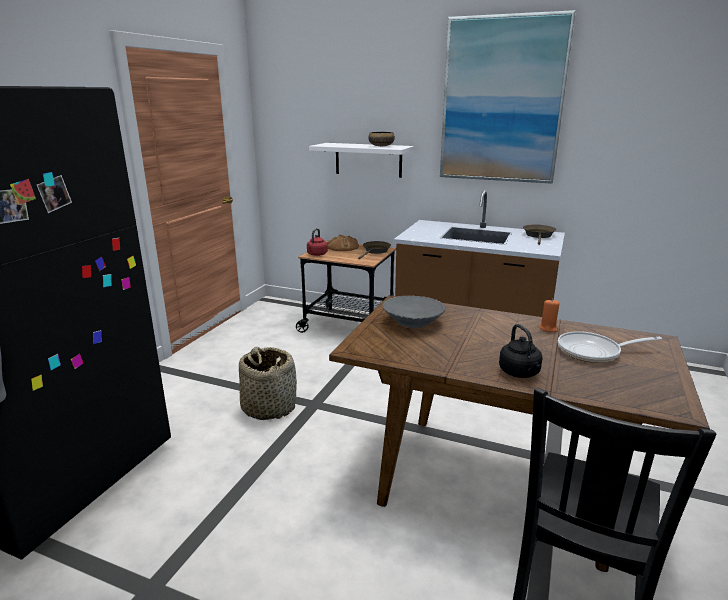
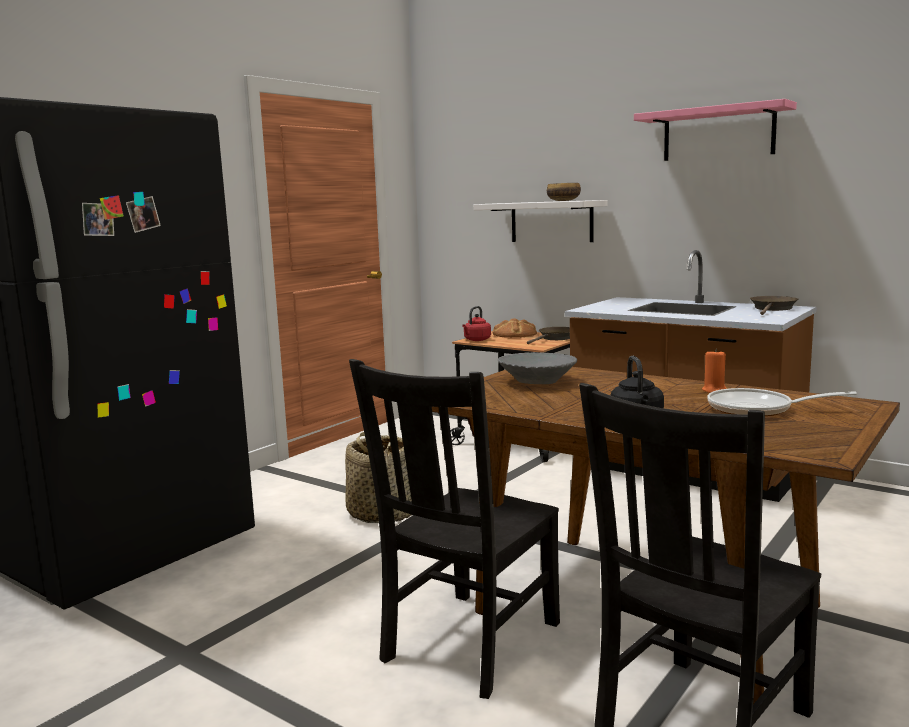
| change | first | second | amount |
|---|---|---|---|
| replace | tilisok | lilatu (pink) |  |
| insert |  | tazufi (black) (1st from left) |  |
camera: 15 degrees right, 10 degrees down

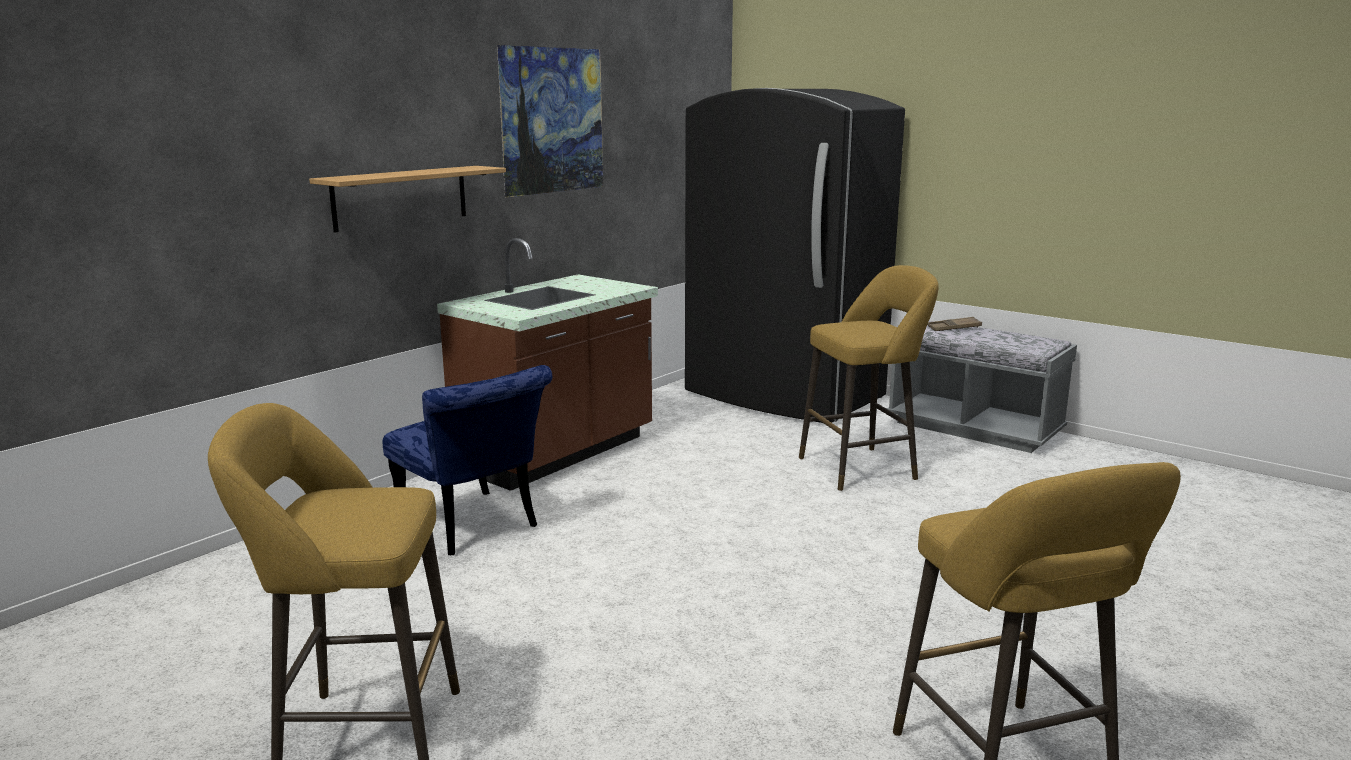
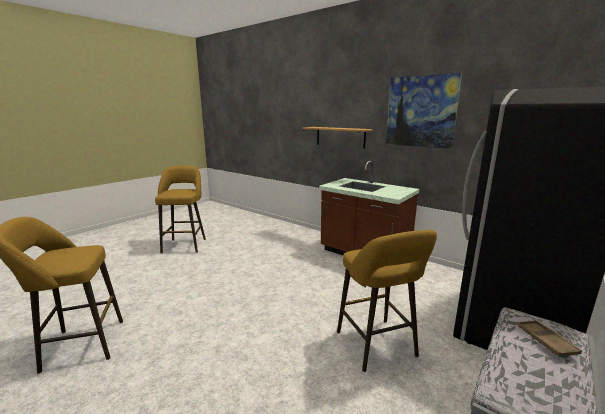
| change | first | second | amount |
|---|---|---|---|
| delete | tazufi (blue) |  |  |
camera: 90 degrees right, 0 degrees up

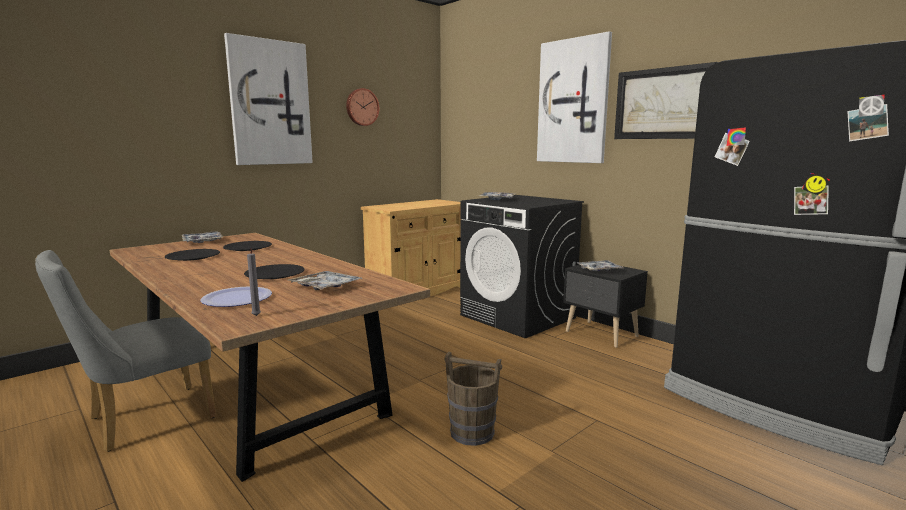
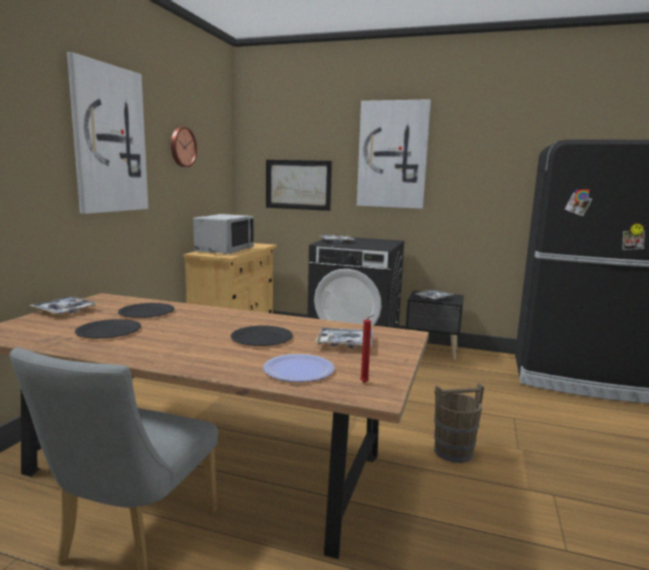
| change | first | second | amount |
|---|---|---|---|
| recolor | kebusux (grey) | kebusux (red) |  |
| move | tilisok (3rd from left in the first image) | tilisok (2nd from left) |  |
| insert |  | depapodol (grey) |  |
camera: 30 degrees left, 0 degrees up

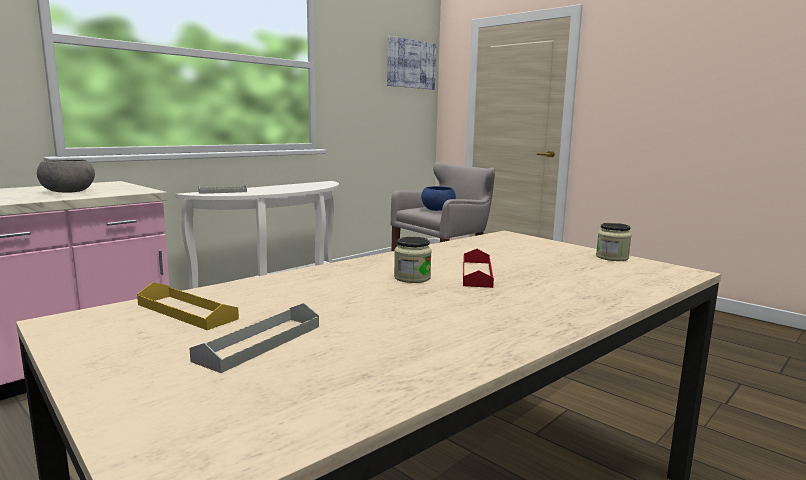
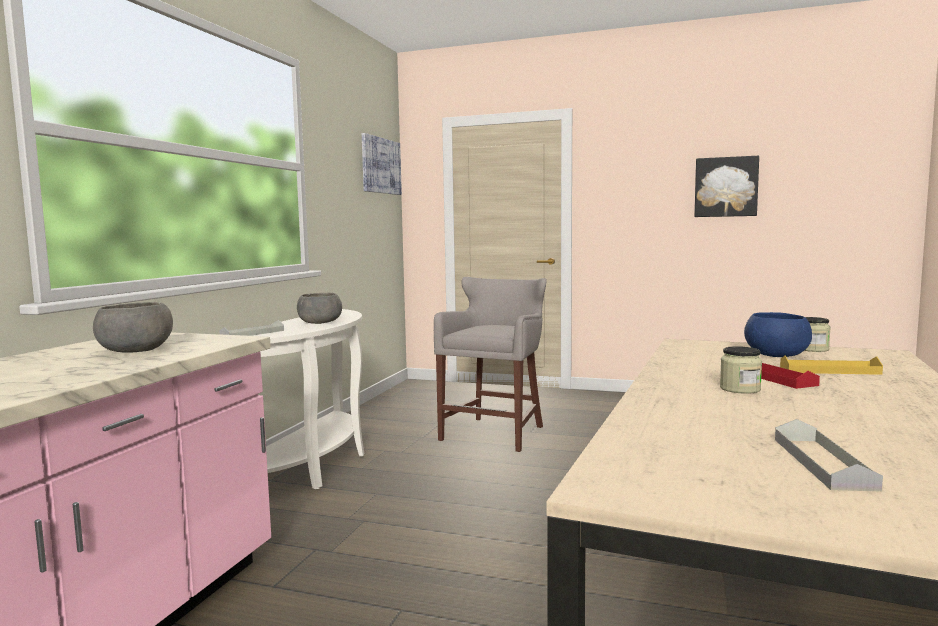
| change | first | second | amount |
|---|---|---|---|
| move | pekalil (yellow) |  |  |
| move | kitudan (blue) |  |  |
| insert |  | kitudan (grey) (2nd from left) |  |
| insert |  | tilisok (2nd from left) |  |
camera: 25 degrees left, 5 degrees down

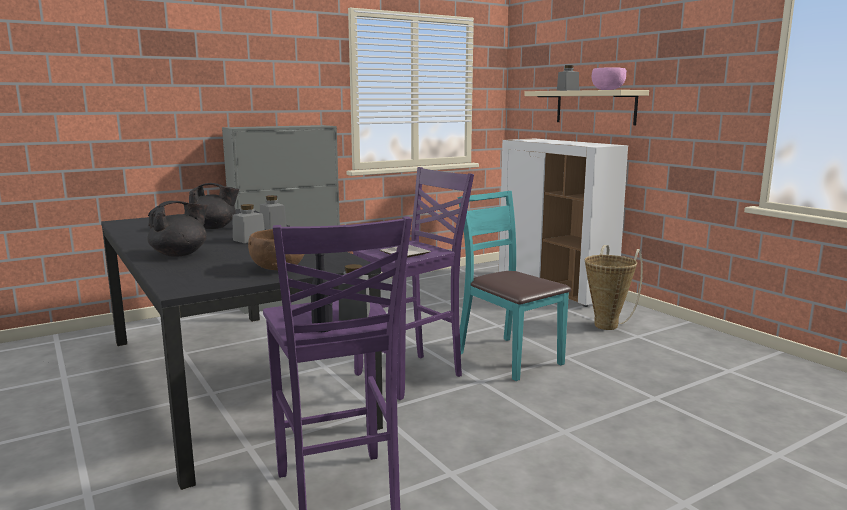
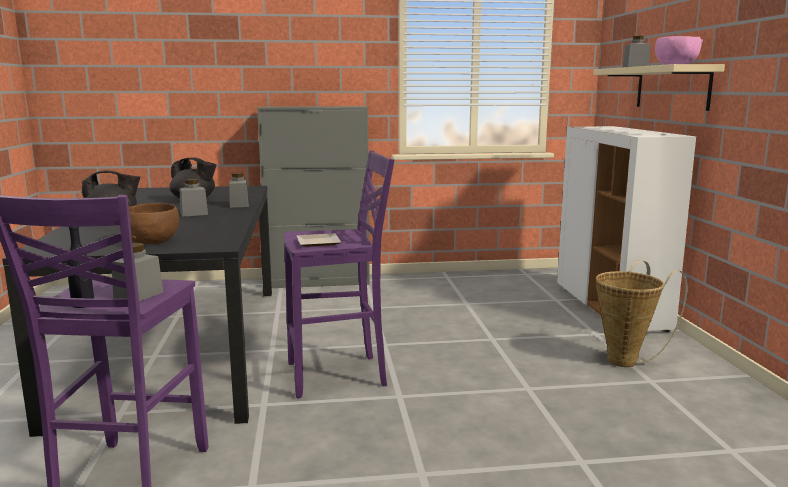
| change | first | second | amount |
|---|---|---|---|
| delete | tazufi (turquoise) |  |  |
camera: 25 degrees right, 0 degrees up

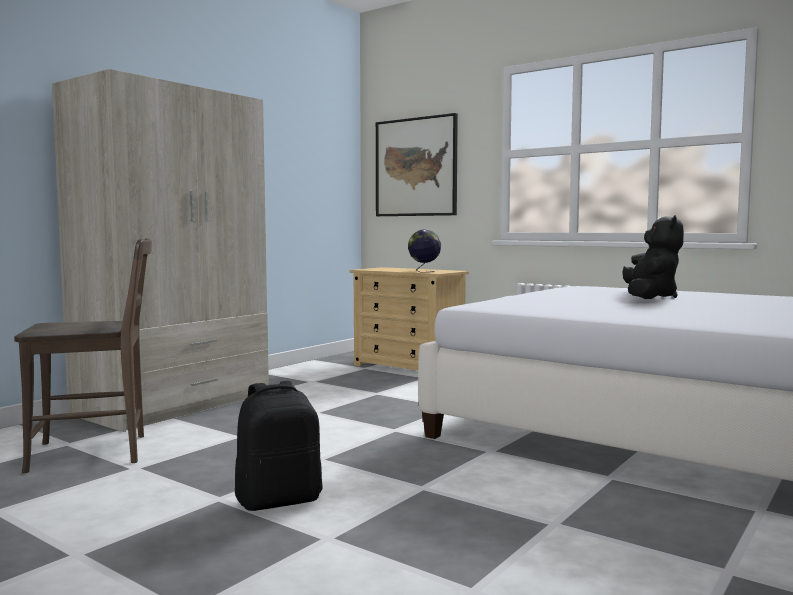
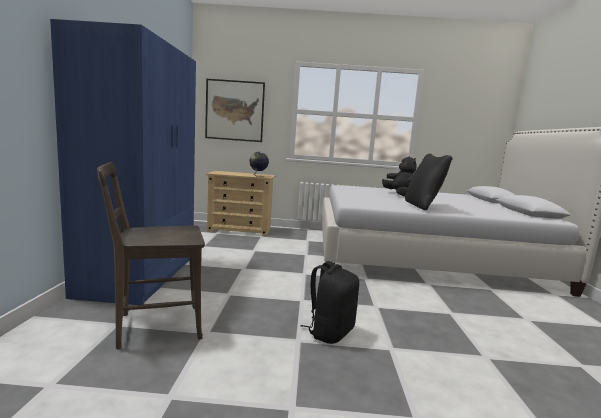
| change | first | second | amount |
|---|---|---|---|
| rotate | tazufi (brown) |  | 150 degrees counterclockwise |
| recolor | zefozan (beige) | zefozan (blue) |  |
| insert |  | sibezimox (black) |  |
camera: 35 degrees left, 5 degrees up

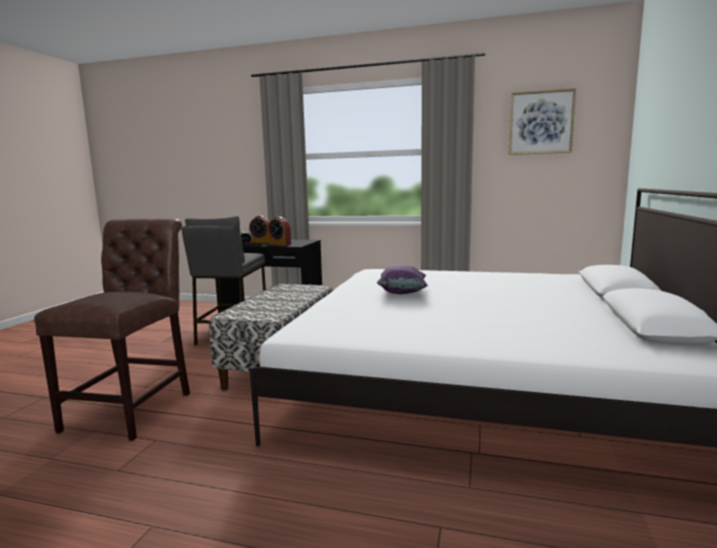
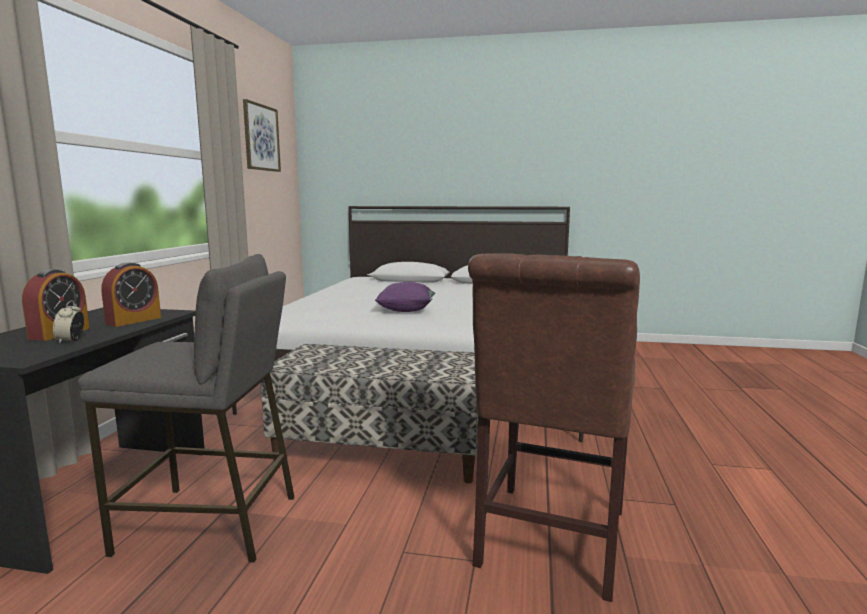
| change | first | second | amount |
|---|---|---|---|
| rotate | tazufi (brown) |  | 75 degrees counterclockwise |
camera: 95 degrees left, 0 degrees up

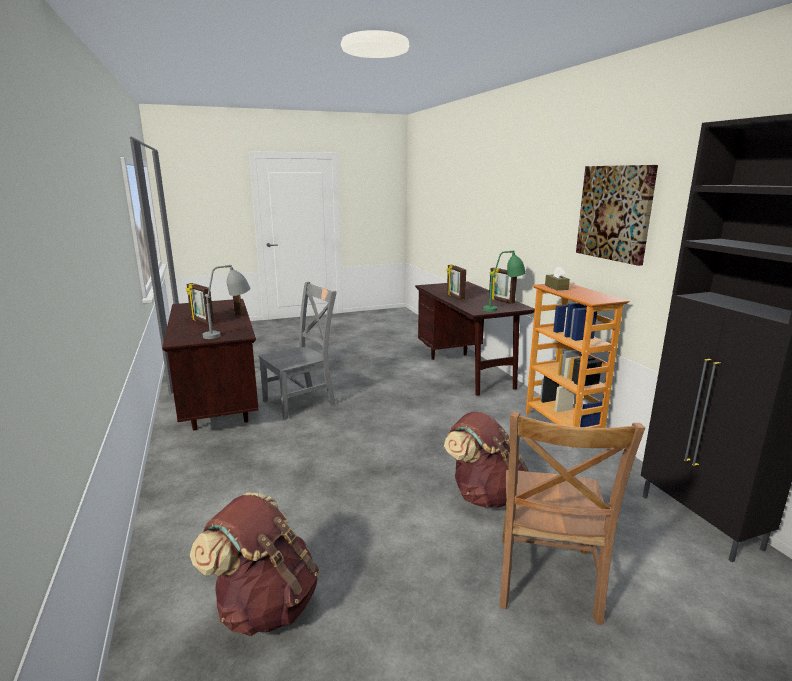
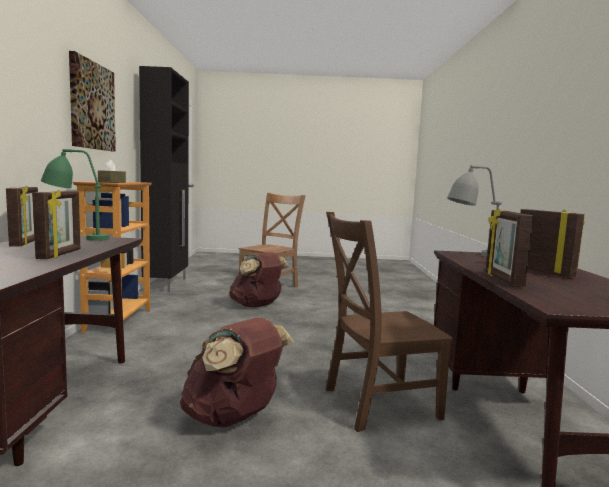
| change | first | second | amount |
|---|---|---|---|
| move | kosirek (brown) (1st from left) |  |  |
| recolor | tazufi (grey) | tazufi (brown) (2nd from left) |  |
camera: 160 degrees left, 10 degrees down

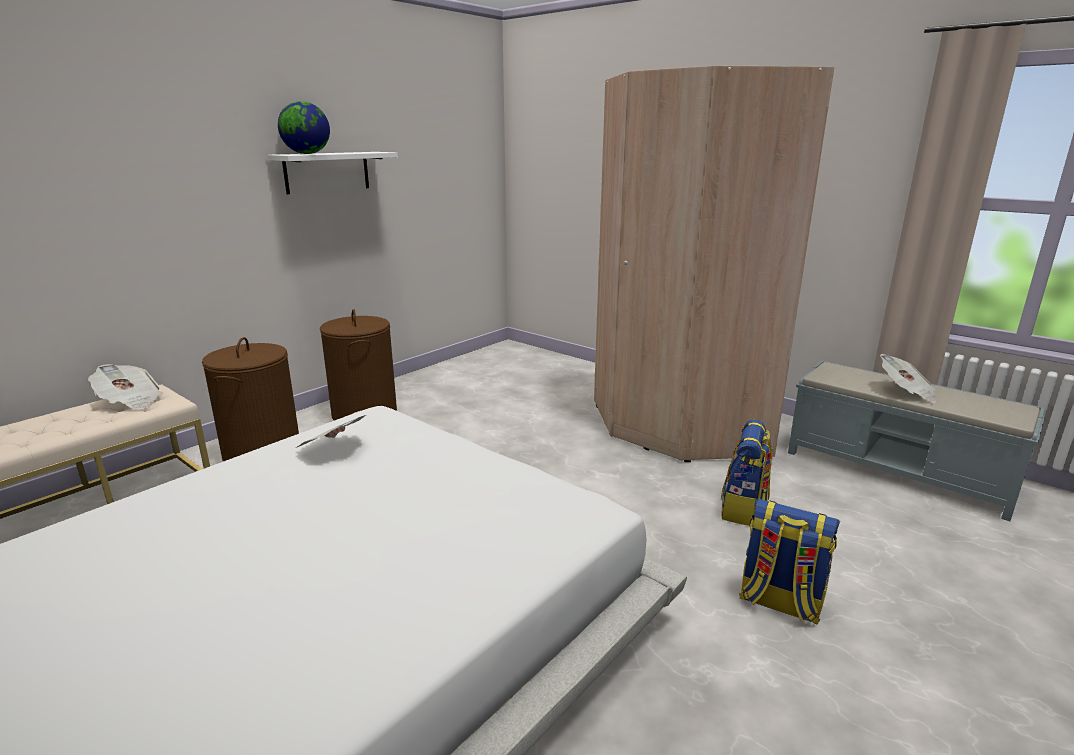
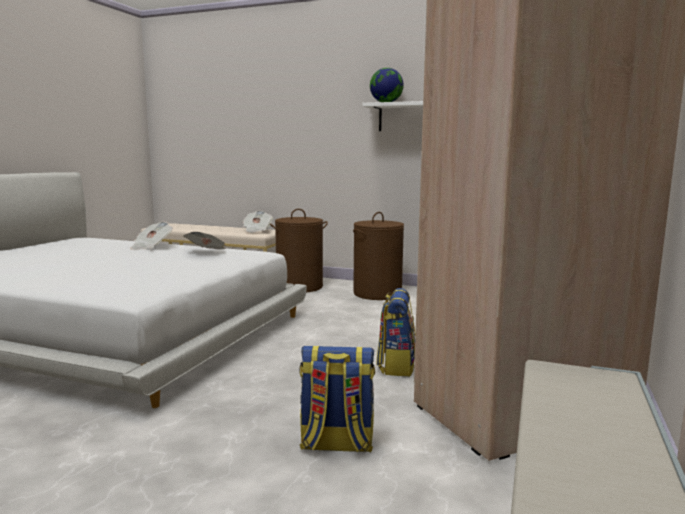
| change | first | second | amount |
|---|---|---|---|
| move | kosirek (2nd from left) |  |  |
| move | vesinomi (3rd from left in the first image) | vesinomi (1st from left) |  |
camera: 70 degrees right, 10 degrees down

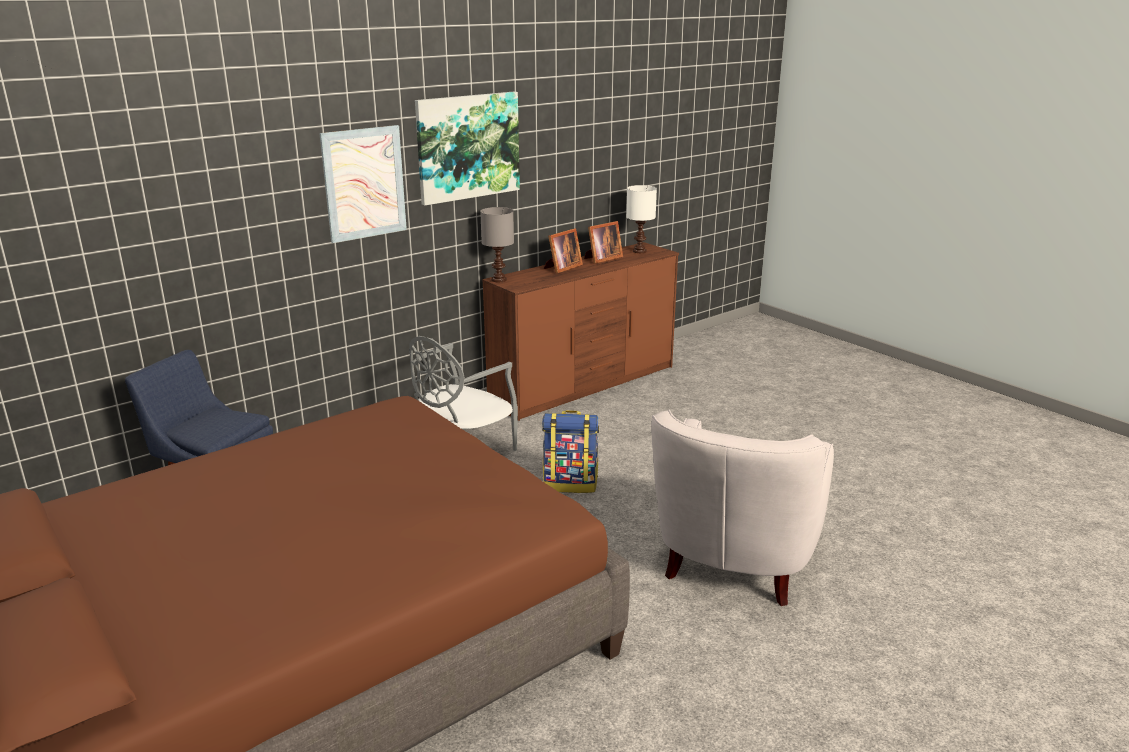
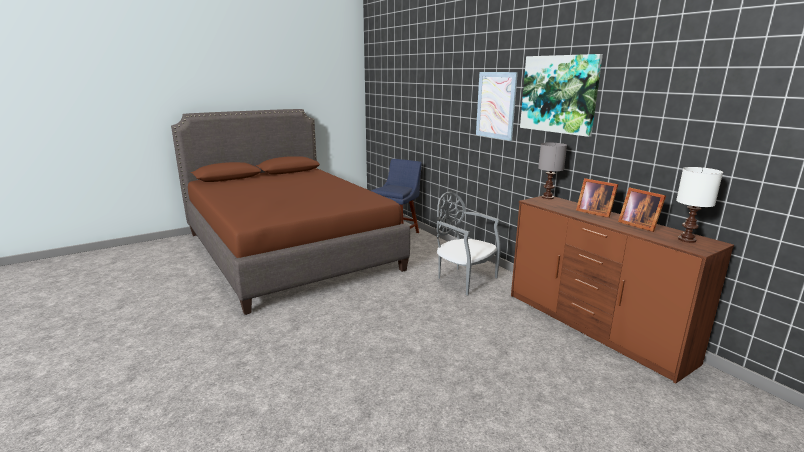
| change | first | second | amount |
|---|---|---|---|
| delete | kosirek |  |  |
| delete | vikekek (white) |  |  |
camera: 95 degrees right, 5 degrees down

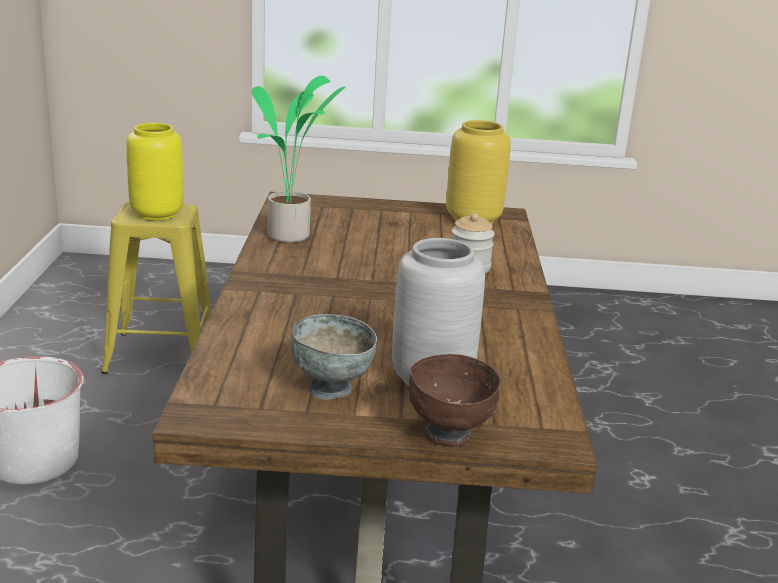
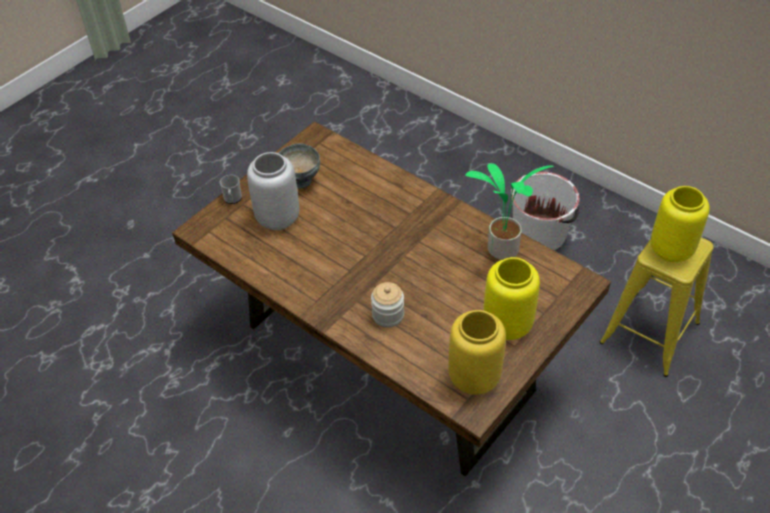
| change | first | second | amount |
|---|---|---|---|
| replace | kitudan (brown) | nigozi |  |
| insert |  | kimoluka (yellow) (2nd from left) |  |
camera: 130 degrees right, 25 degrees up

